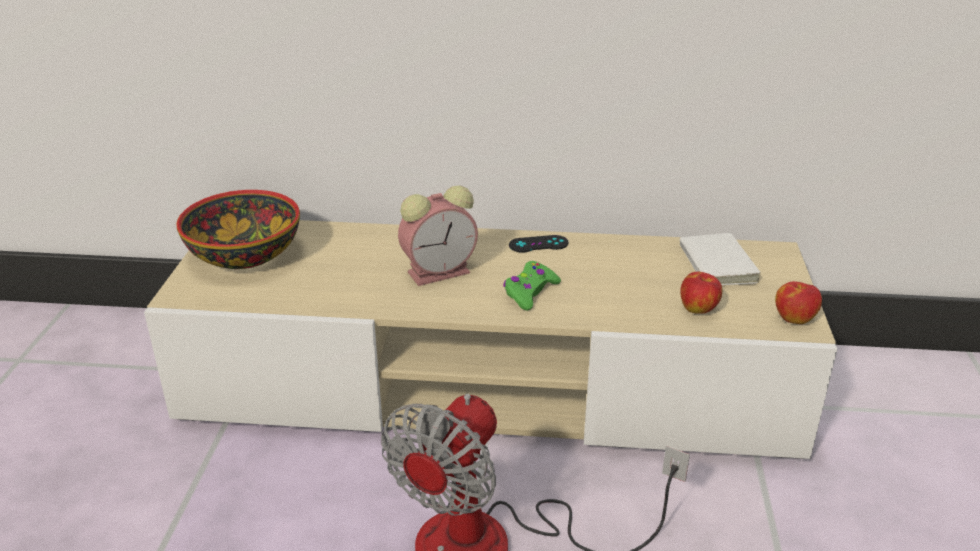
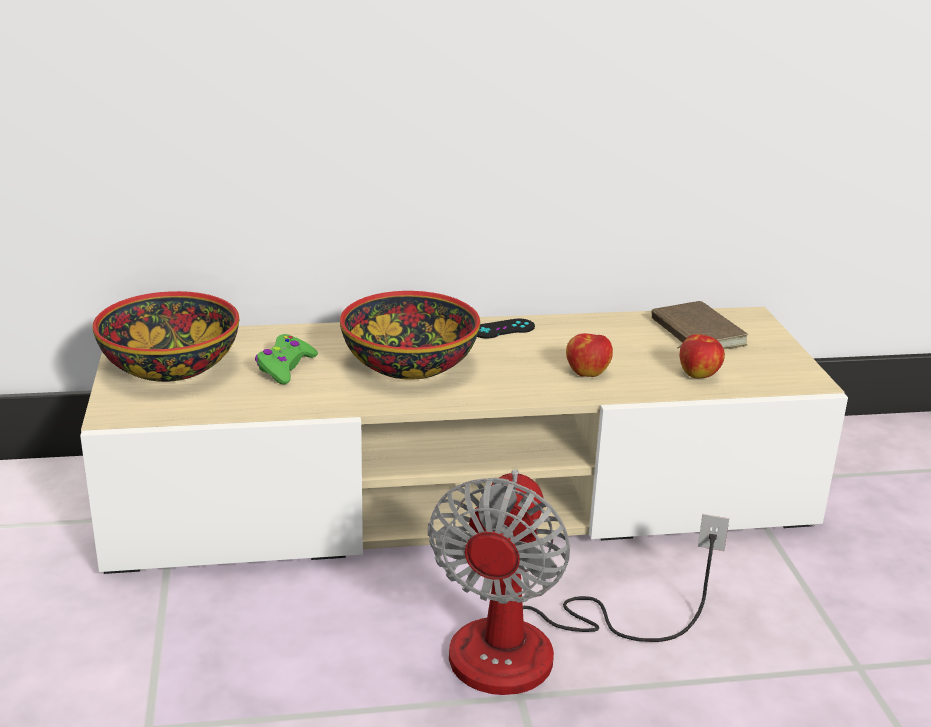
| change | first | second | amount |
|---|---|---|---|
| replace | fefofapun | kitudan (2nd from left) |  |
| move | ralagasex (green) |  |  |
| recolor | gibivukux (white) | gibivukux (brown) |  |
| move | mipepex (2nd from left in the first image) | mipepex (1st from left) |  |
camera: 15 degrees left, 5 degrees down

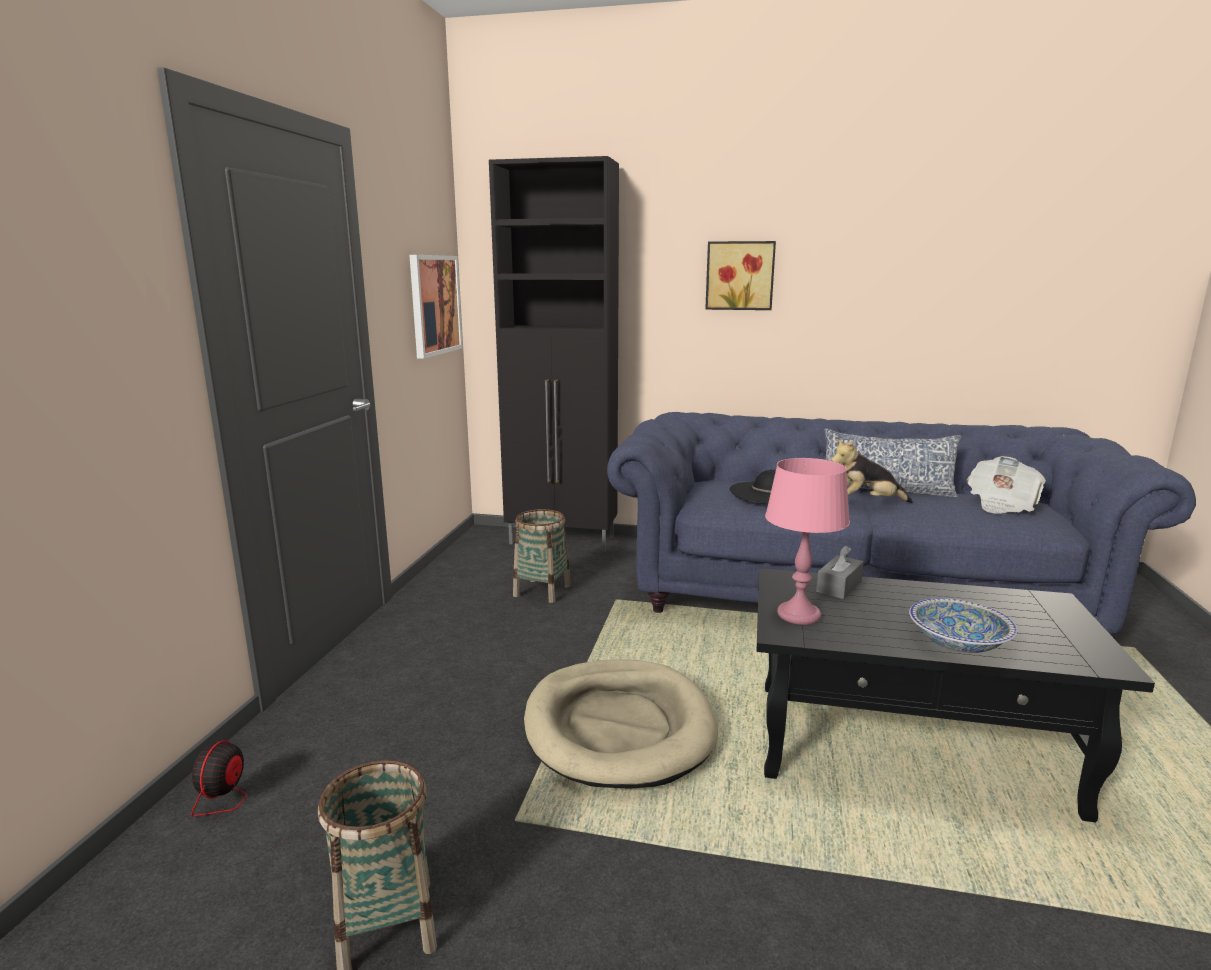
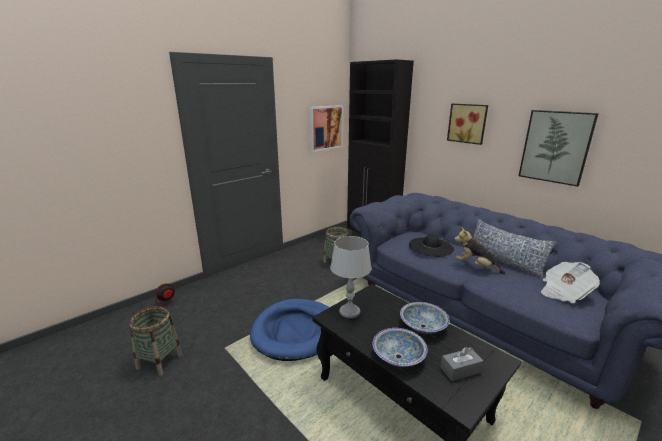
| change | first | second | amount |
|---|---|---|---|
| recolor | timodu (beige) | timodu (blue) |  |
| recolor | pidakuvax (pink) | pidakuvax (grey) |  |
| move | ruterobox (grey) |  |  |
| insert |  | kitudan (2nd from left) |  |
| insert |  | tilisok (3rd from left) |  |
camera: 35 degrees right, 5 degrees up

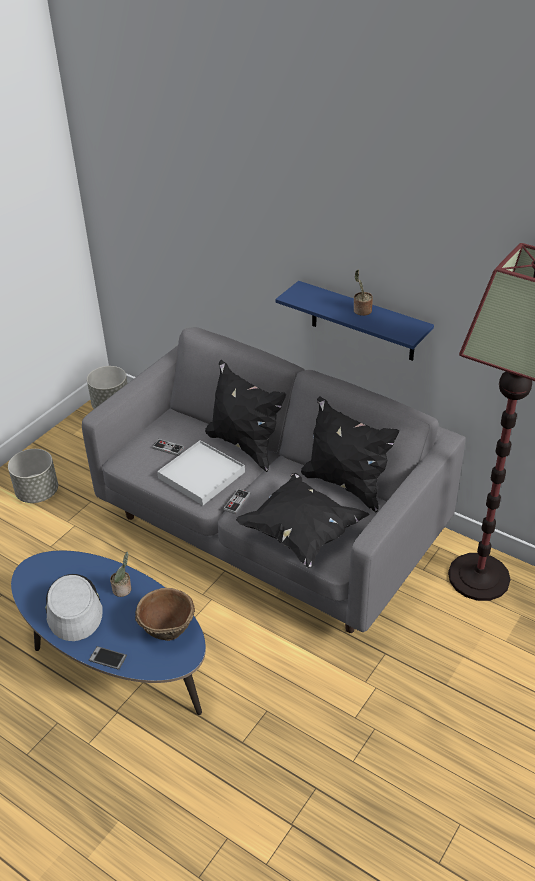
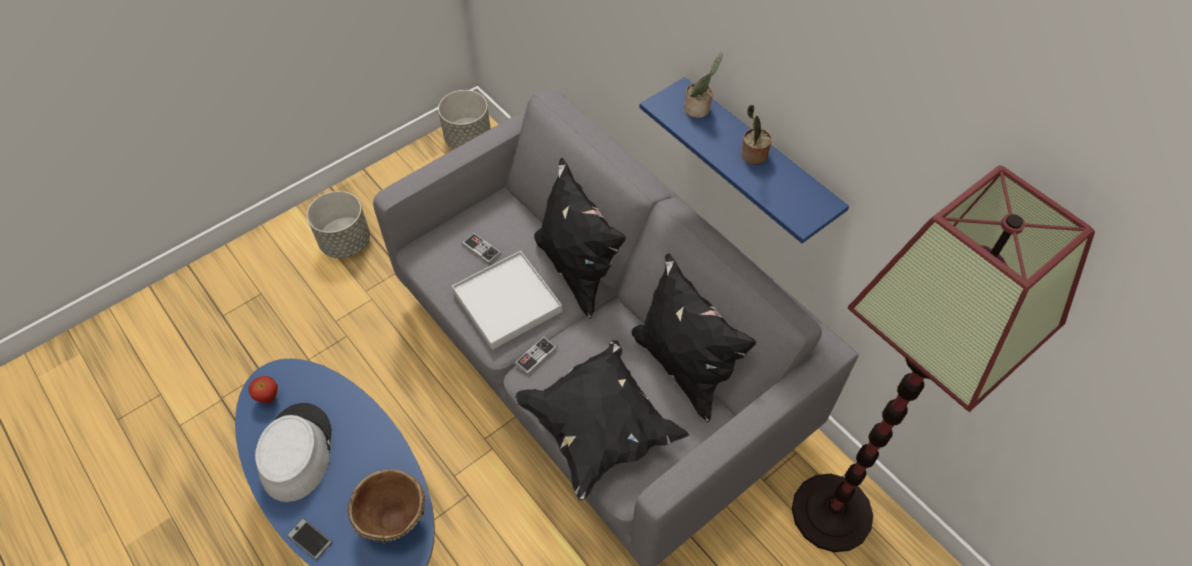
| change | first | second | amount |
|---|---|---|---|
| move | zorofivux (1st from left) |  |  |
| insert |  | mipepex |  |
camera: 15 degrees right, 15 degrees up

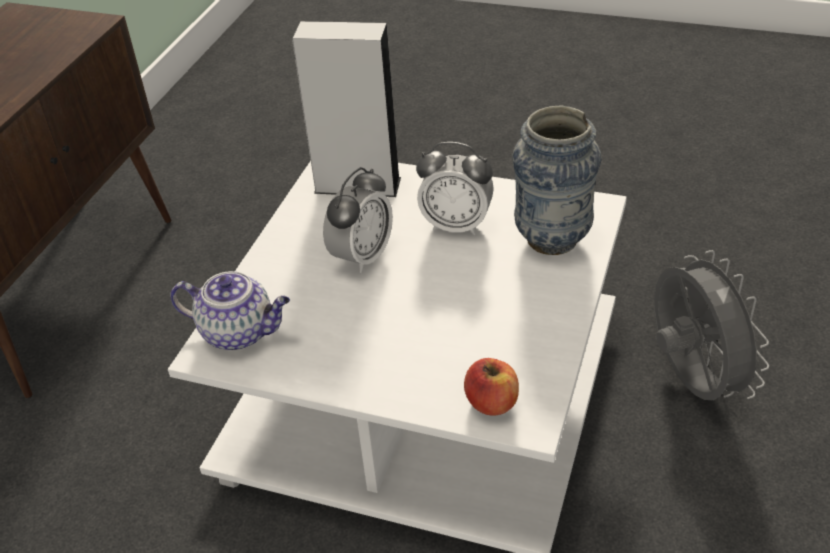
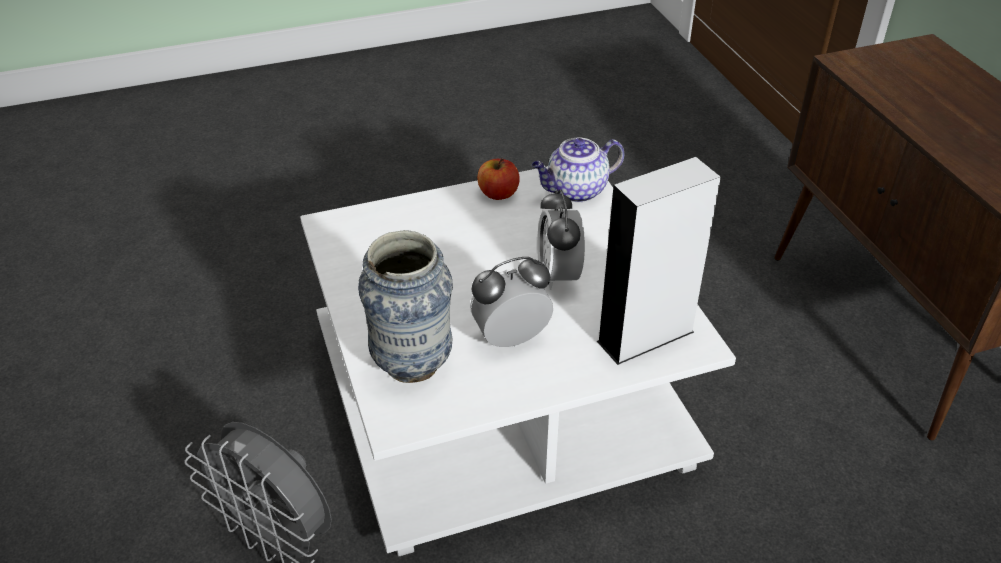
| change | first | second | amount |
|---|---|---|---|
| move | mipepex |  |  |
camera: 140 degrees right, 0 degrees up

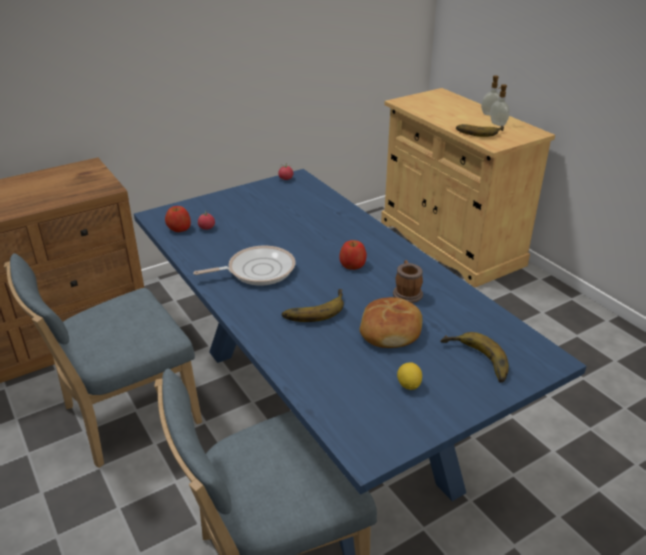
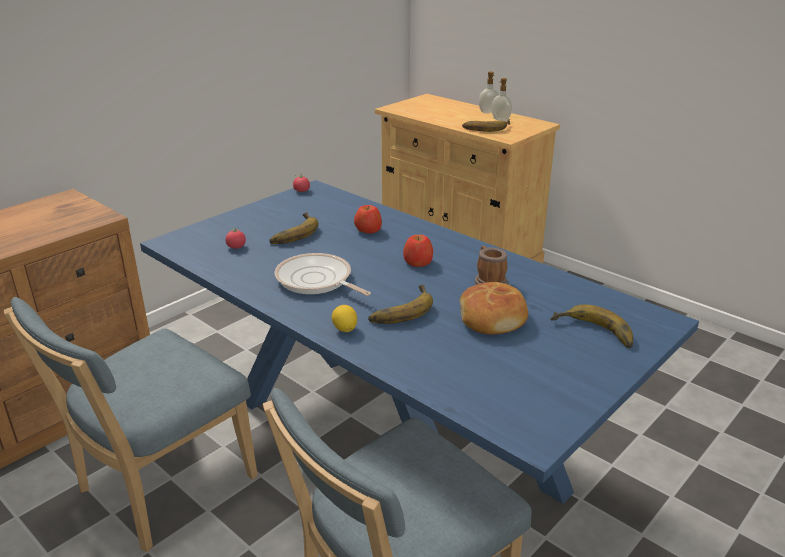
| change | first | second | amount |
|---|---|---|---|
| move | mipepex (1st from left) |  |  |
| rotate | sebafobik |  | 105 degrees counterclockwise |
| move | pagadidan |  |  |
| insert |  | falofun (1st from left) |  |
camera: 15 degrees left, 5 degrees down

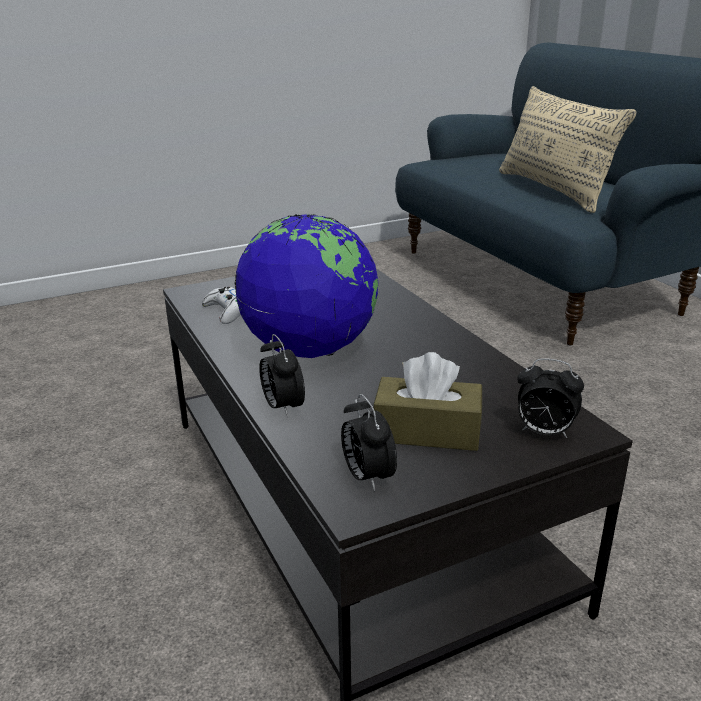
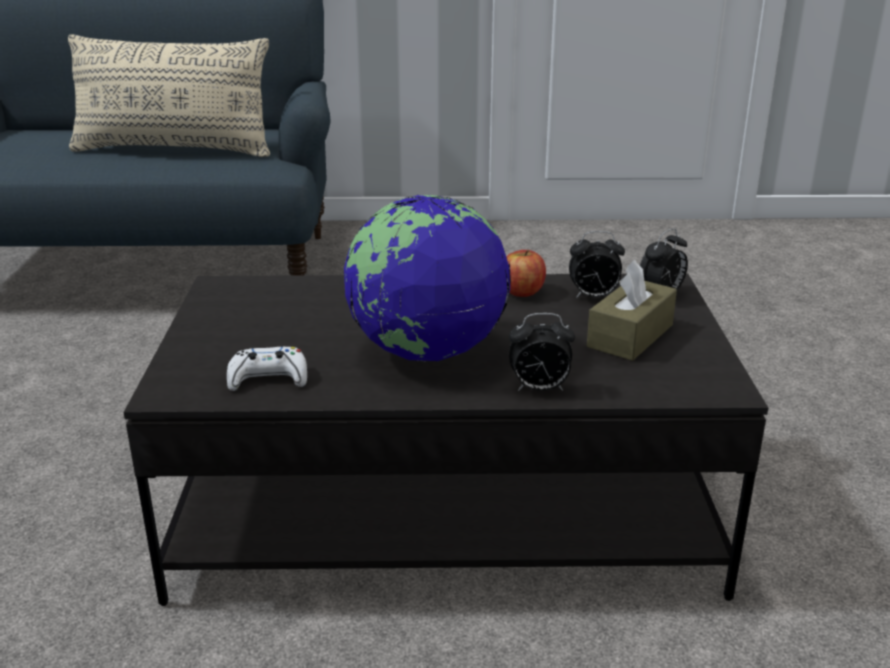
| change | first | second | amount |
|---|---|---|---|
| move | fefofapun (2nd from left) |  |  |
| insert |  | mipepex |  |
camera: 65 degrees left, 0 degrees up

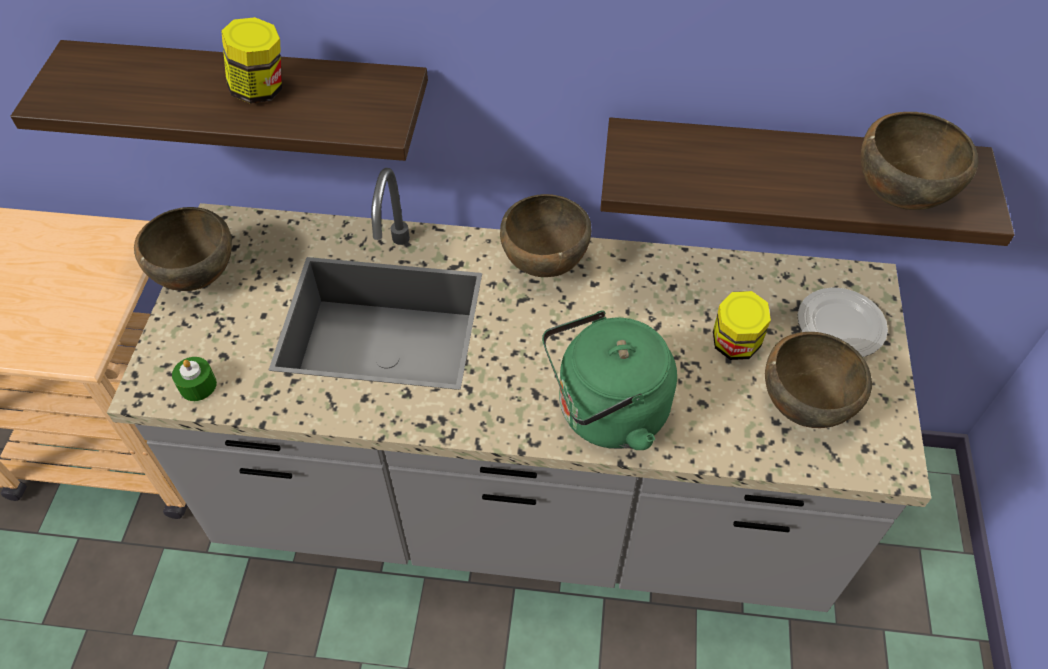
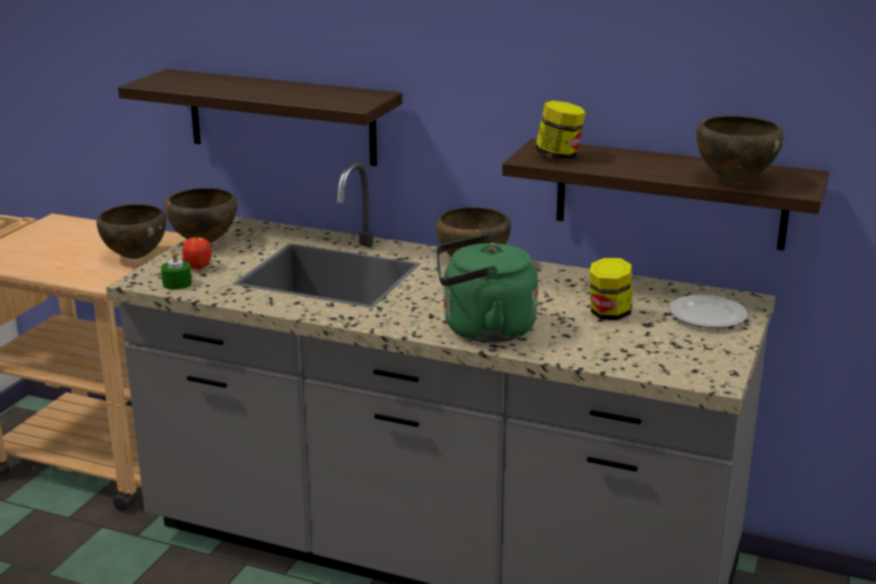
| change | first | second | amount |
|---|---|---|---|
| move | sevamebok (1st from left) |  |  |
| move | kitudan (brown) (3rd from left in the first image) | kitudan (brown) (1st from left) |  |
| insert |  | mipepex |  |
camera: 15 degrees right, 30 degrees down

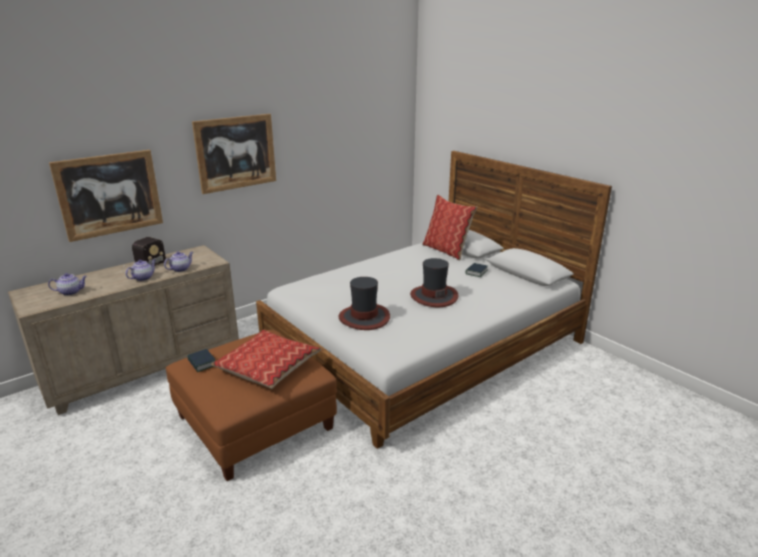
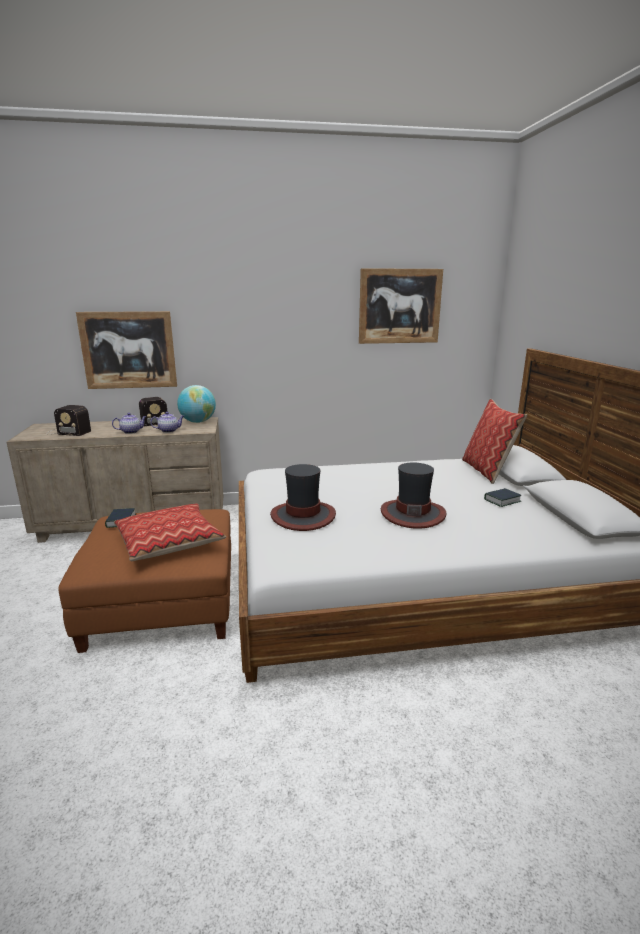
| change | first | second | amount |
|---|---|---|---|
| replace | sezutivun (1st from left) | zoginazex (1st from left) |  |
| move | tilisok (2nd from left) |  |  |
| insert |  | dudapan |  |
camera: 30 degrees right, 5 degrees down

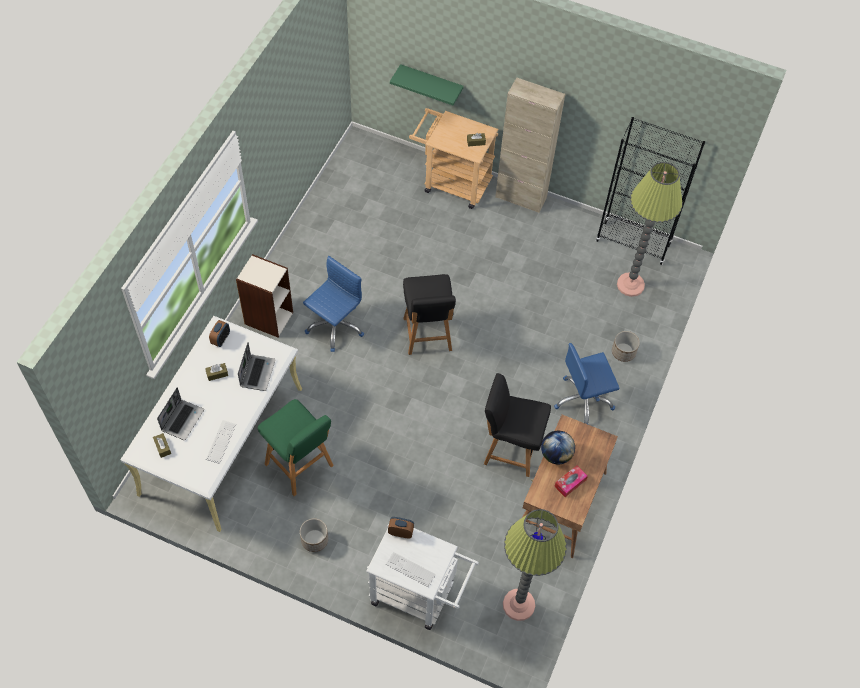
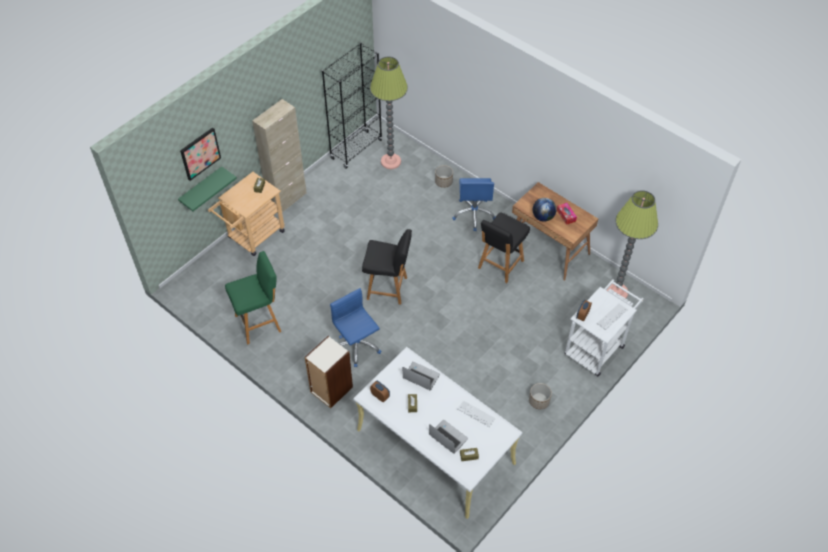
| change | first | second | amount |
|---|---|---|---|
| move | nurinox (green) |  |  |
| insert |  | tilisok |  |
camera: 70 degrees left, 5 degrees down

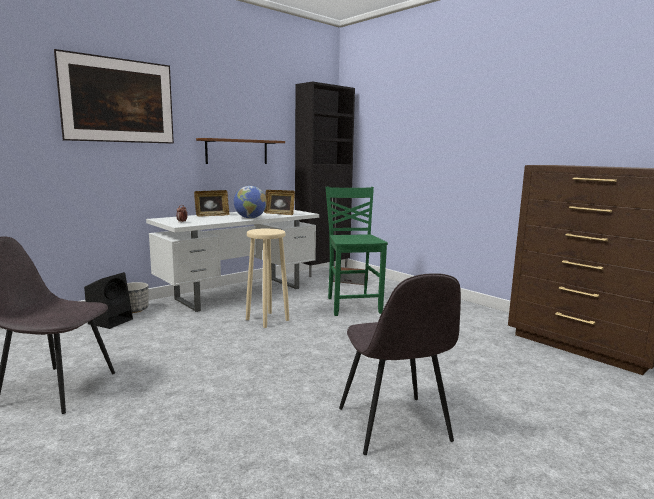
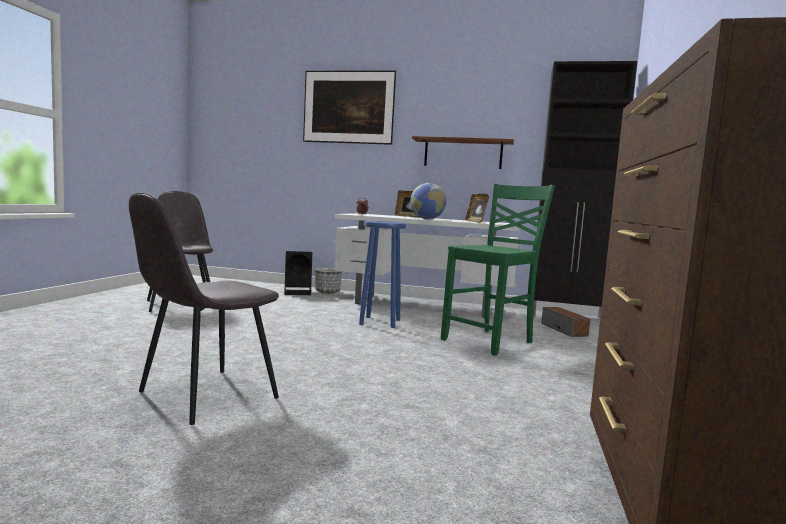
| change | first | second | amount |
|---|---|---|---|
| recolor | nurinox (beige) | nurinox (blue) |  |
camera: 55 degrees right, 5 degrees down

